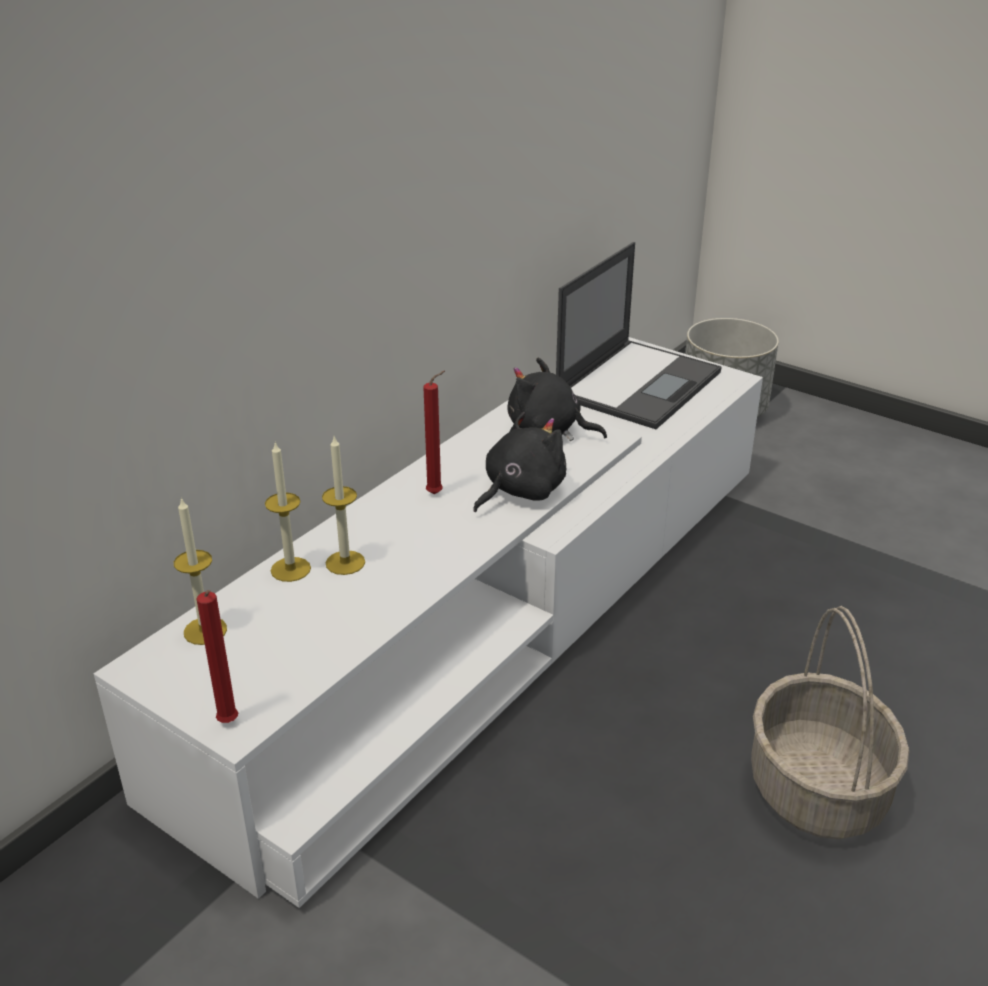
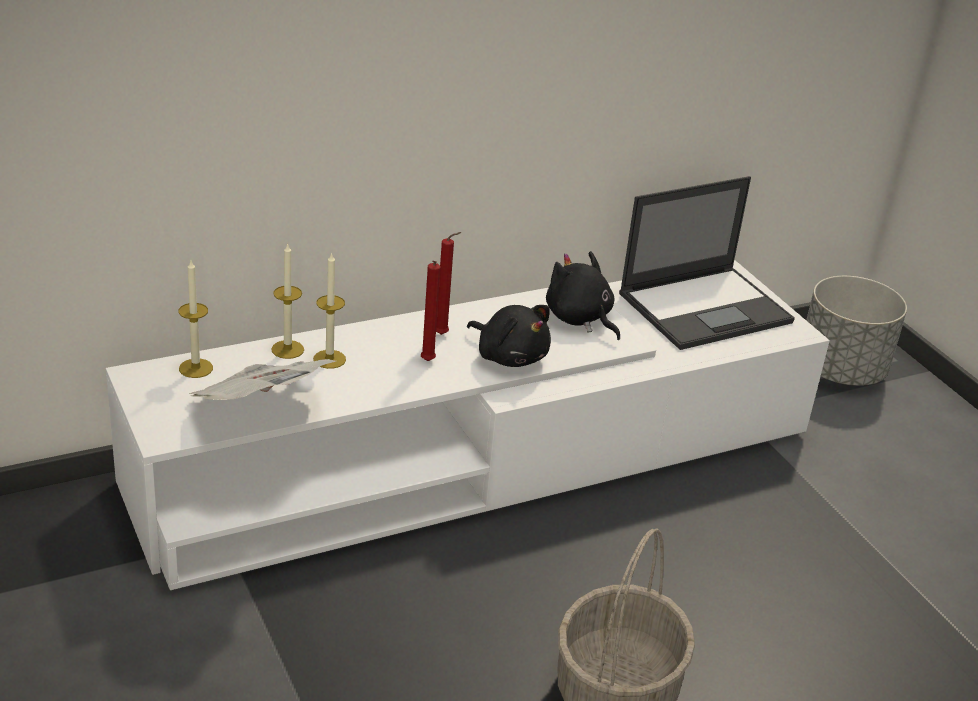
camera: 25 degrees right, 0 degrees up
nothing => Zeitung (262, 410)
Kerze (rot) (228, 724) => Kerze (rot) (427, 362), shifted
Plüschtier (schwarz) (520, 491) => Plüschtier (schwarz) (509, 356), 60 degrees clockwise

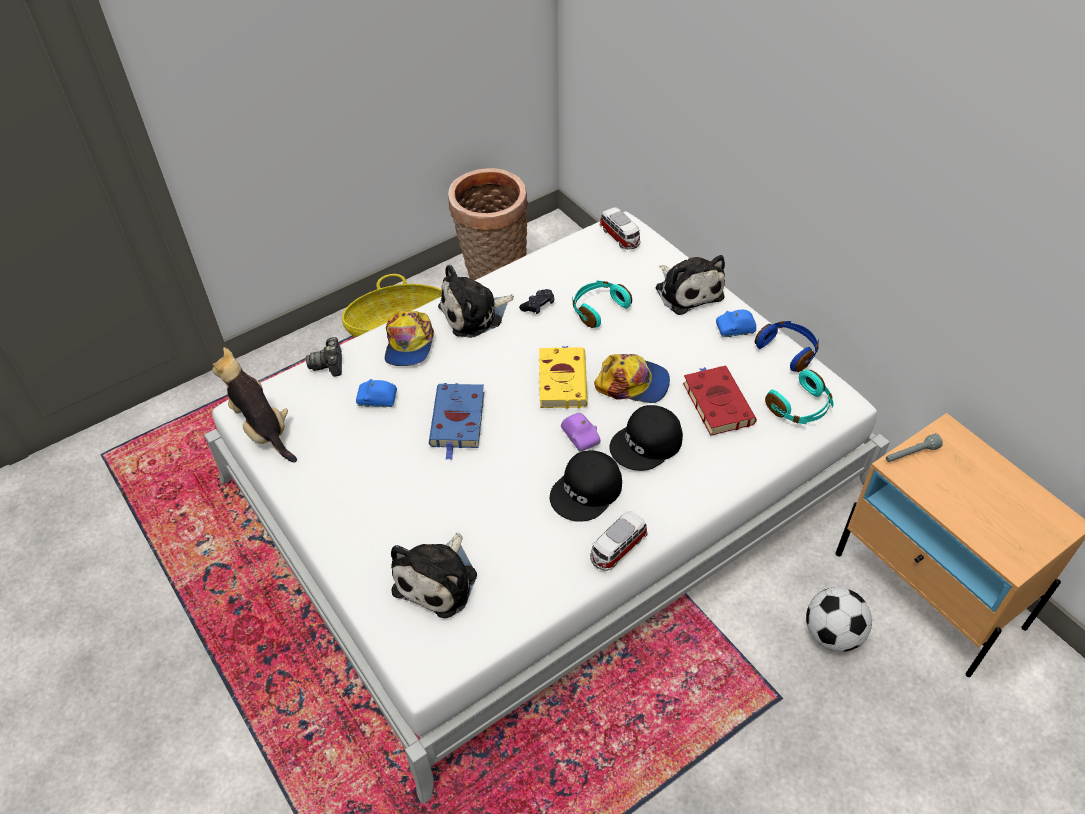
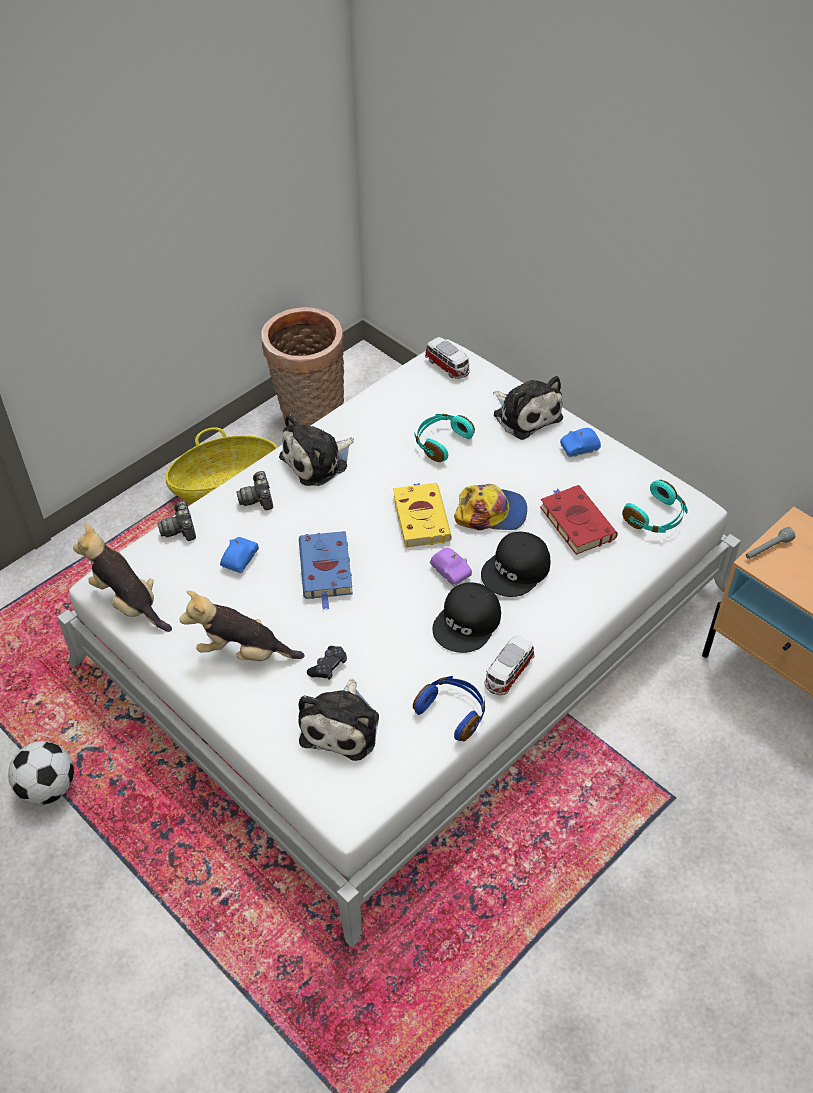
camera: 10 degrees left, 0 degrees up
Fußball (832, 634) => Fußball (48, 788), shifted
nothing => Plüschtier (243, 652)
Spielzeugauto (blau) (377, 400) => Spielzeugauto (blau) (239, 559), 120 degrees clockwise
Kappe (409, 343) => Kamera (258, 498)
Gamepad (schwarz) (538, 305) => Gamepad (schwarz) (328, 666), shifted
Kopfhörer (blau) (788, 351) => Kopfhörer (blau) (452, 712), shifted

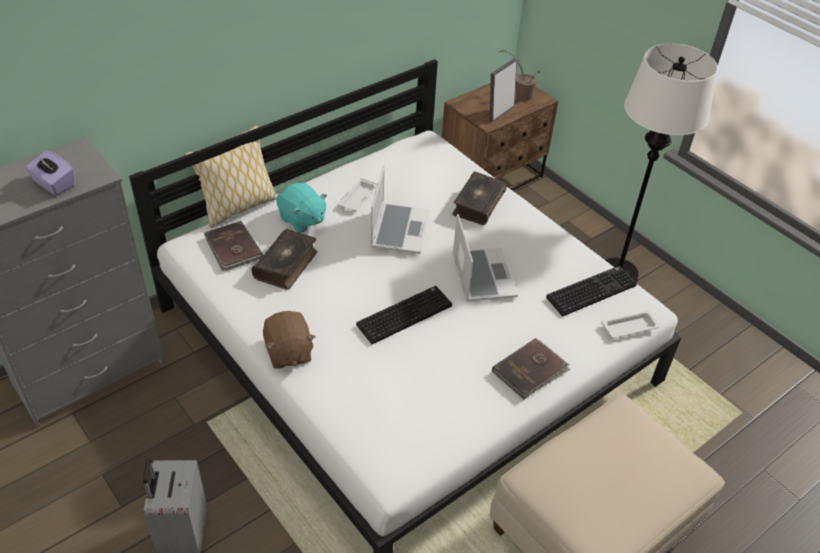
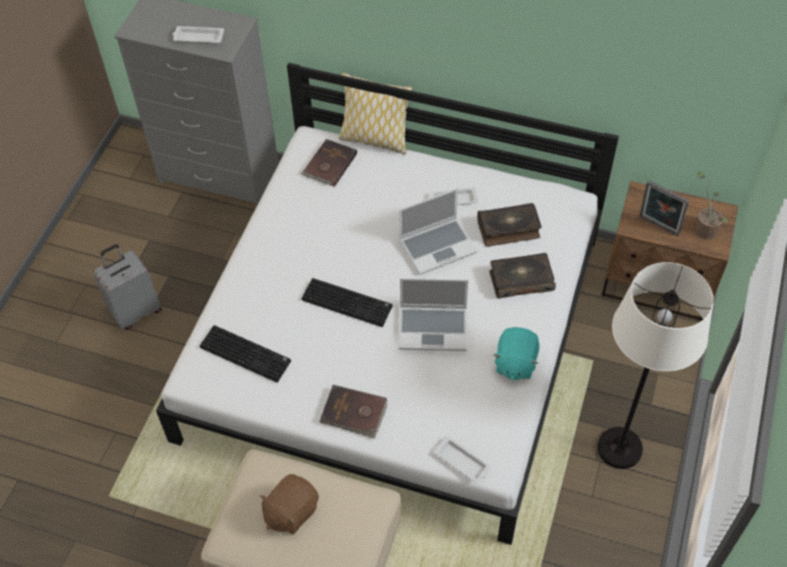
camera: 60 degrees right, 10 degrees up
Taschentuchbox (lila) (54, 184) => Tablett (weiß) (198, 38)
Tastatur (591, 290) => Tastatur (247, 353), shifted
Plüschtier (braun) (288, 352) => Plüschtier (braun) (291, 511), shifted
Laptop (482, 275) => Laptop (434, 328), 45 degrees clockwise
Buch (286, 265) => Buch (508, 229), shifted
Plüschtier (türkis) (302, 220) => Plüschtier (türkis) (515, 363), shifted
Bilderrahmen (500, 112) => Bilderrahmen (658, 227), 150 degrees counterclockwise

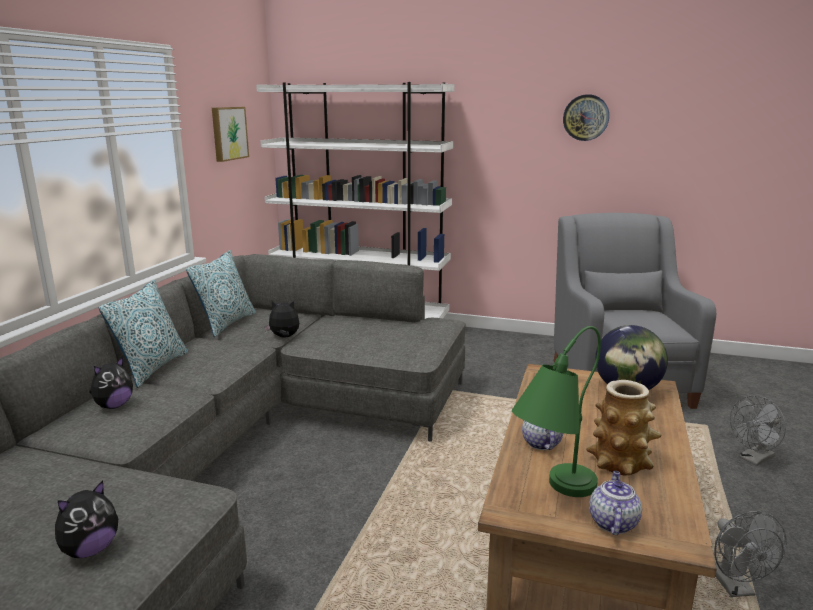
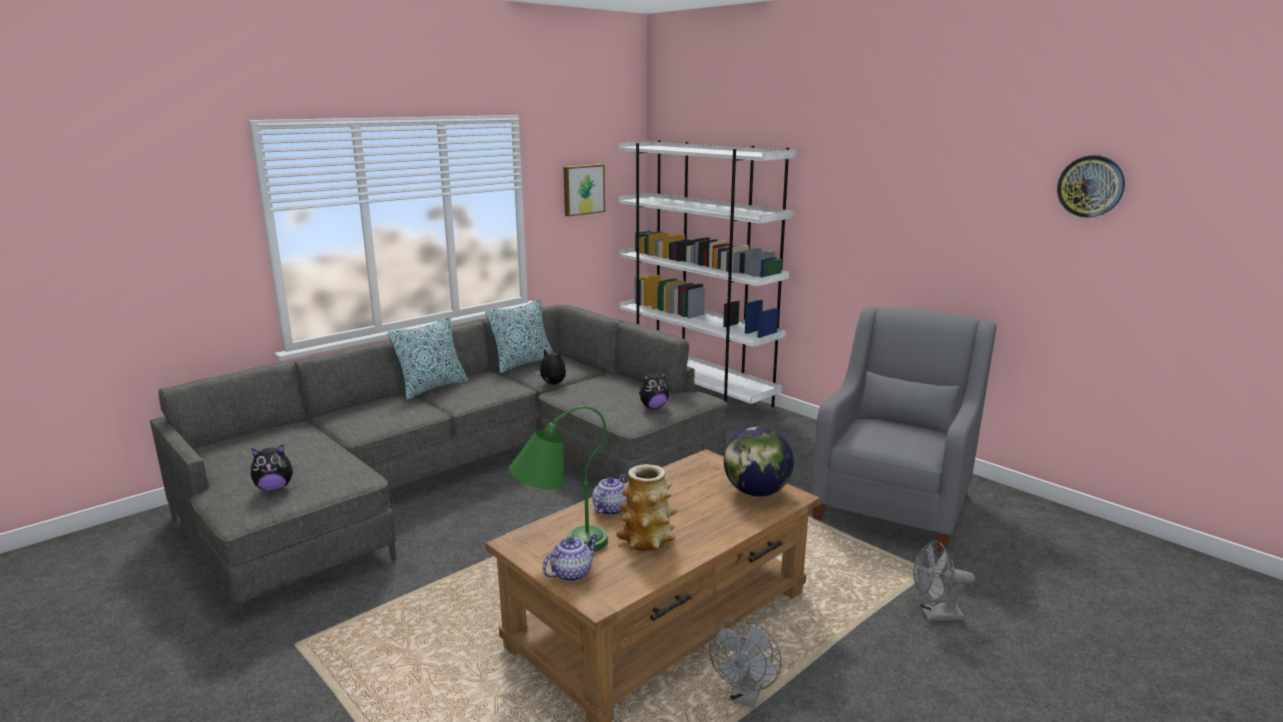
camera: 30 degrees right, 0 degrees up
Plüschtier (114, 406) => Plüschtier (653, 407), shifted
Wanduhr (586, 117) => Wanduhr (1090, 186), shifted

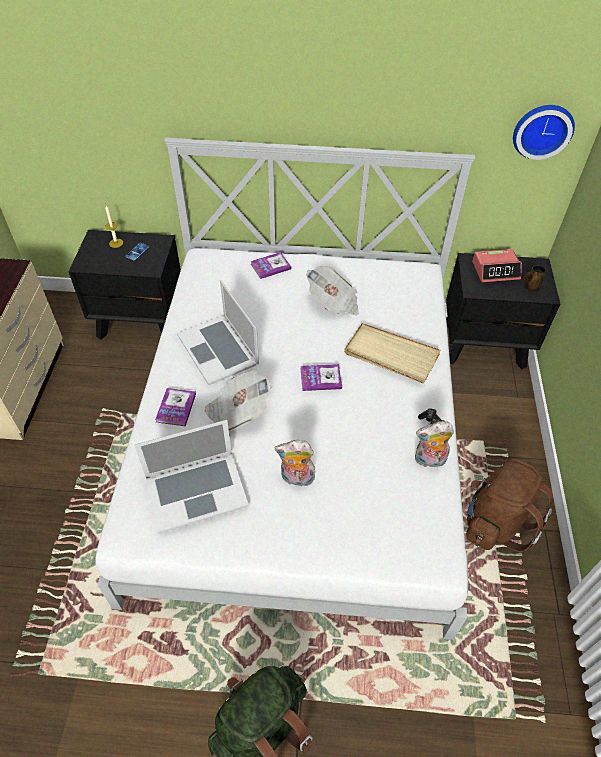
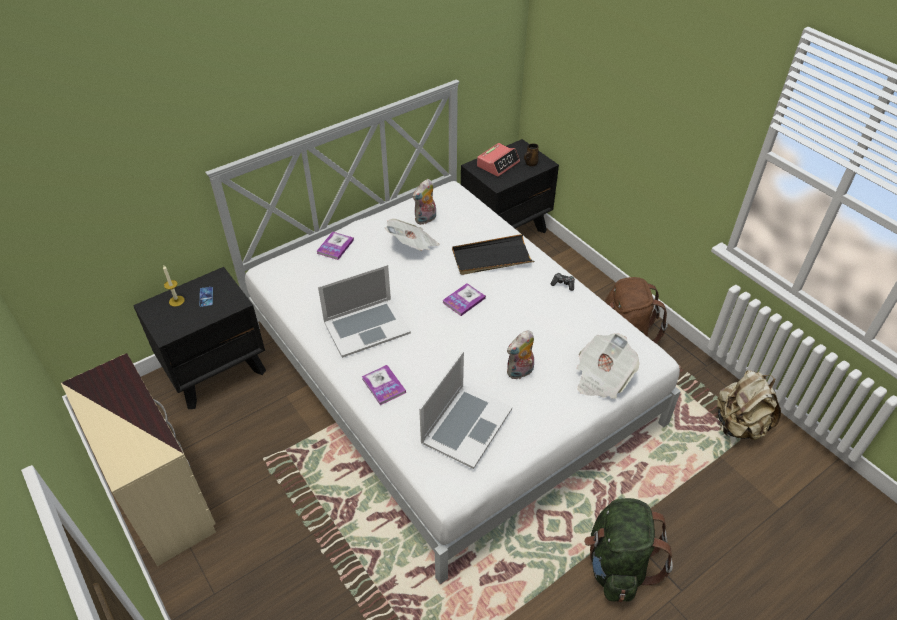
camera: 40 degrees left, 5 degrees down
Laptop (218, 349) => Laptop (366, 327), 45 degrees counterclockwise
Plüschtier (429, 461) => Plüschtier (425, 219), shifted
Tablett (beige) (390, 355) => Tablett (schwarz) (491, 257)
Zeitung (238, 412) => Zeitung (602, 377), shifted
nothing => Rucksack (beige) (739, 425)
Wanduhr (542, 130) => nothing

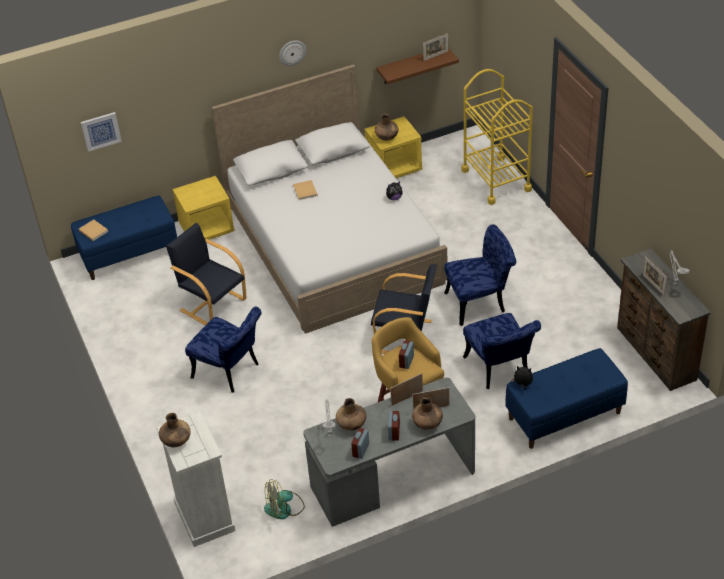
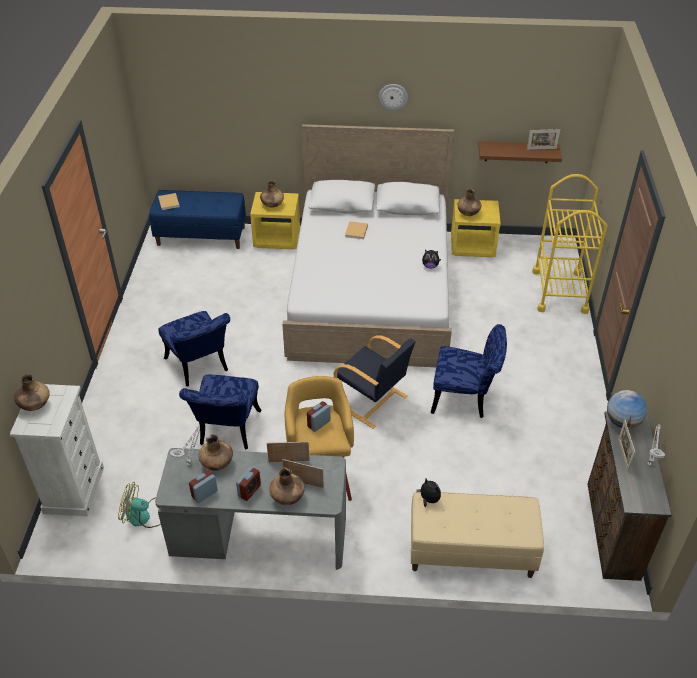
camera: 25 degrees right, 0 degrees up
Stuhl (blau) (499, 370) => Stuhl (blau) (227, 432), shifted
nothing => Vase (braun) (272, 205)
Bank (blau) (564, 416) => Bank (beige) (470, 552)
nothing => Globus (622, 422)
Bild (101, 131) => nothing
Sessel (schwarz) (212, 304) => nothing

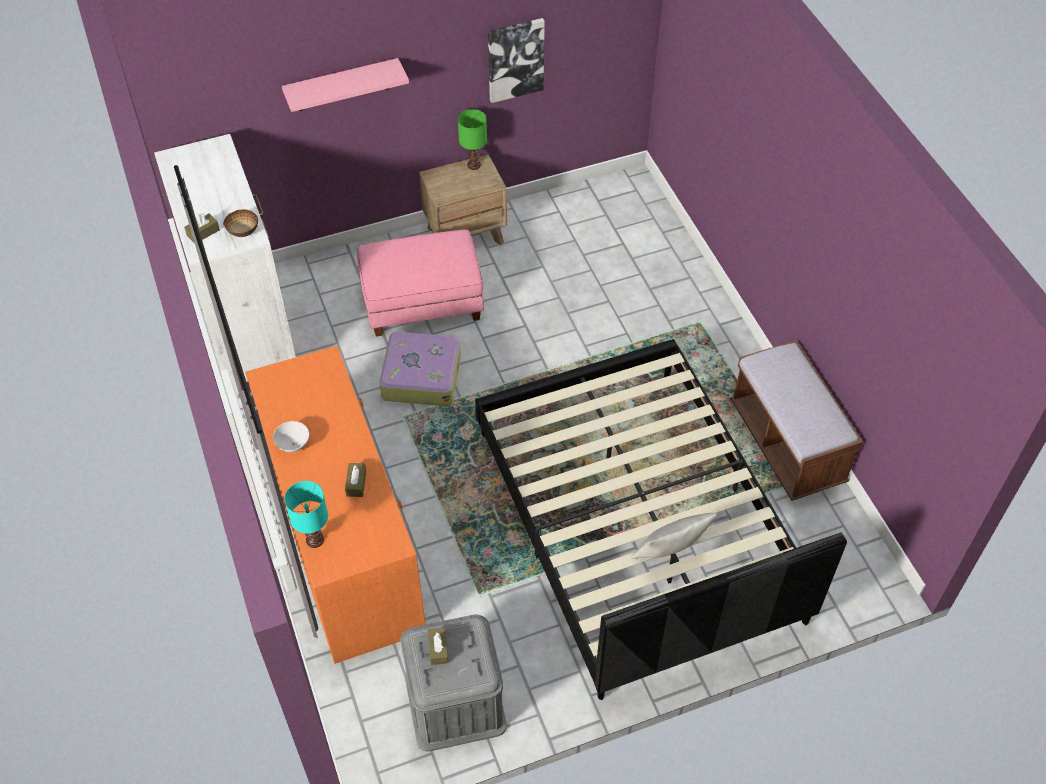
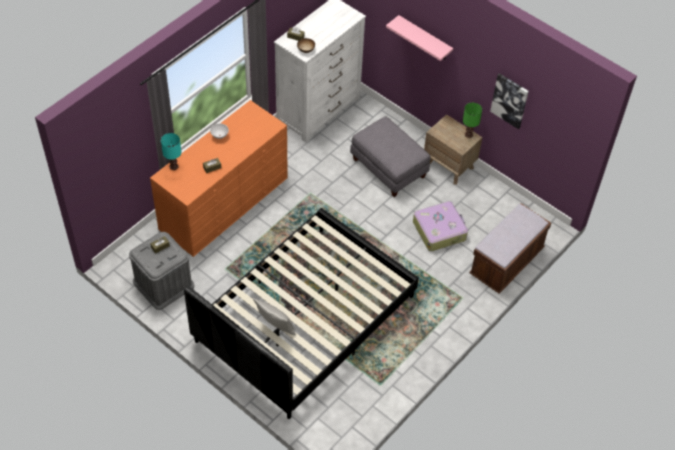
camera: 60 degrees right, 0 degrees up
Polsterhocker (rosa) (423, 302) => Polsterhocker (grau) (389, 168)
Koffer (421, 376) => Koffer (439, 230), shifted
Bank (braun) (786, 444) => Bank (braun) (506, 263), shifted

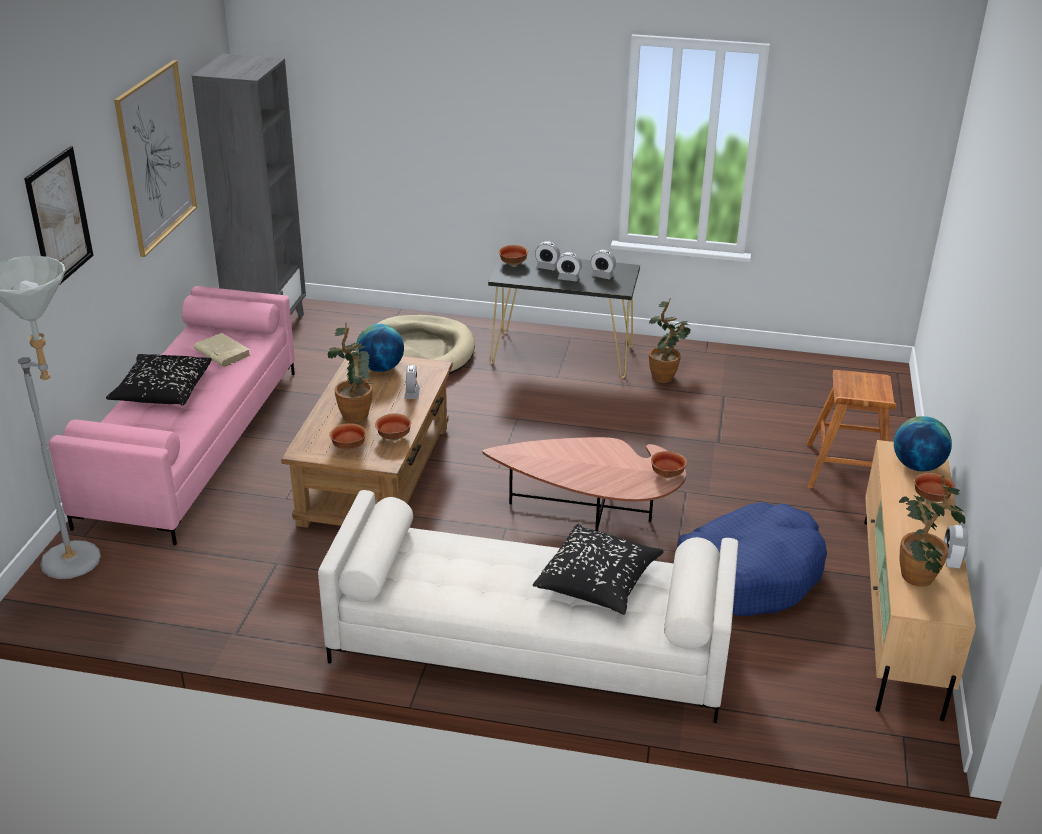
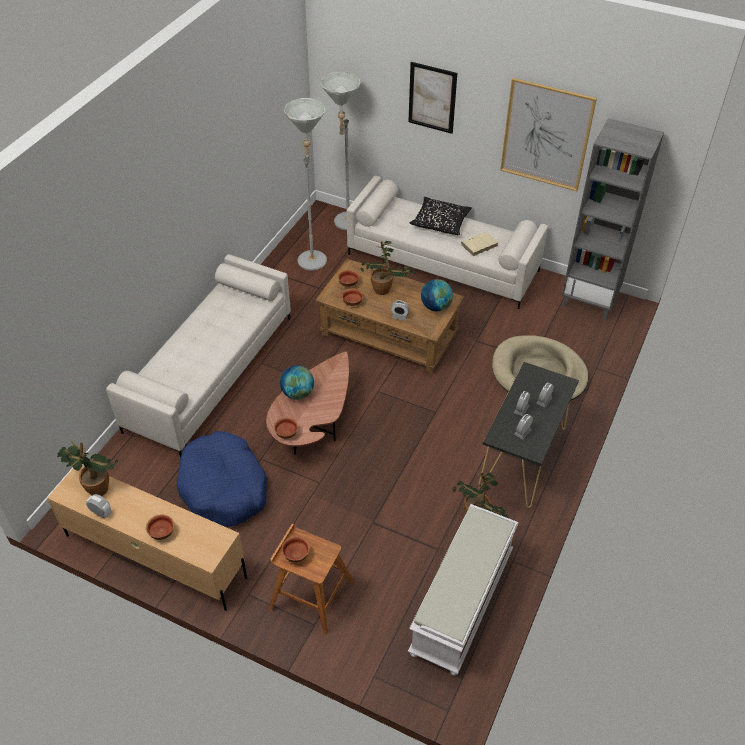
camera: 105 degrees right, 15 degrees up
Globus (917, 466) => Globus (298, 393), shifted
Schüssel (513, 264) => Schüssel (295, 555), shifted
nothing => Stehlampe (grau) (313, 256)
Sofa (rosa) (192, 444) => Sofa (weiß) (443, 262)
nothing => Bank (weiß) (462, 604)
Kissen (schwarz) (598, 581) => nothing

